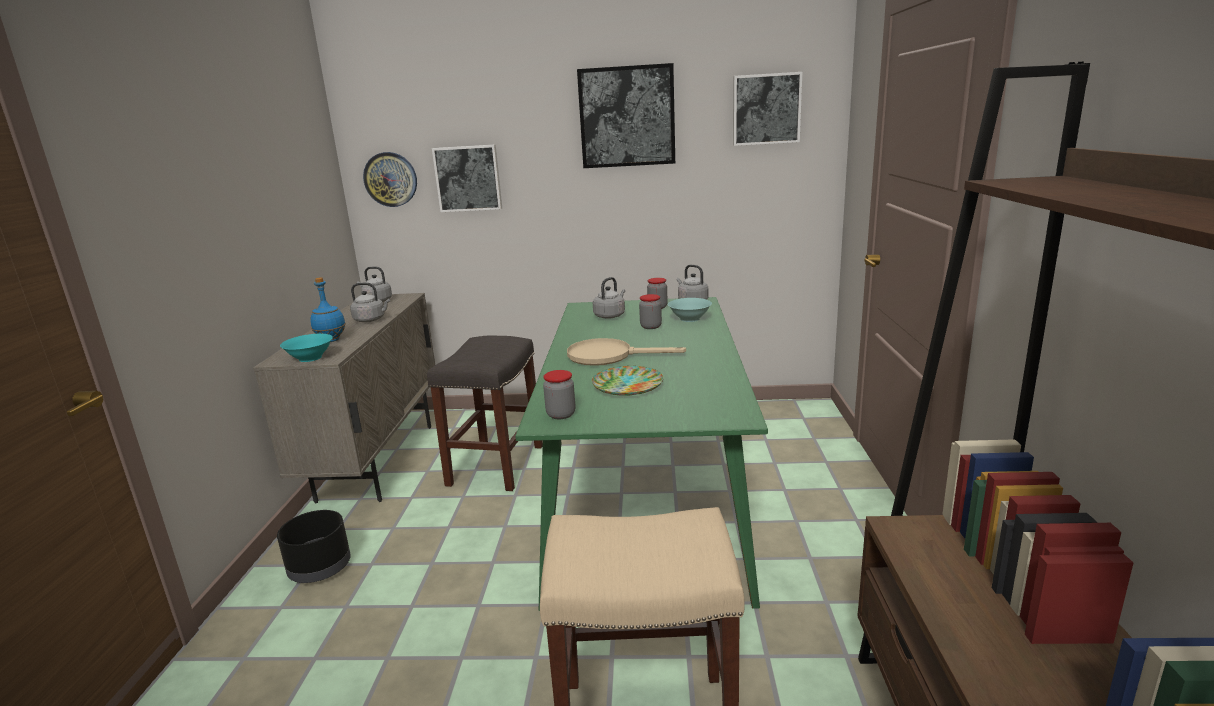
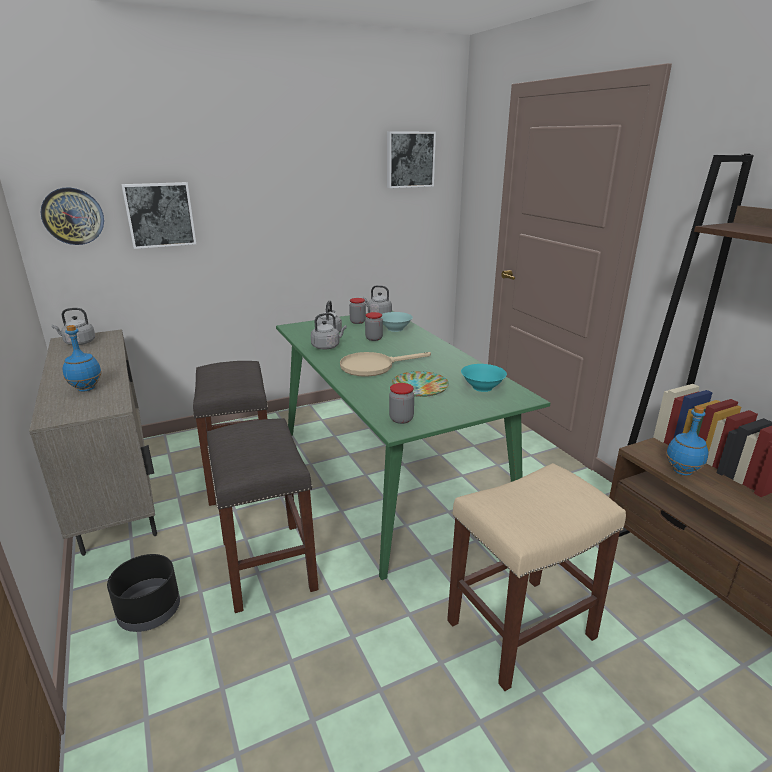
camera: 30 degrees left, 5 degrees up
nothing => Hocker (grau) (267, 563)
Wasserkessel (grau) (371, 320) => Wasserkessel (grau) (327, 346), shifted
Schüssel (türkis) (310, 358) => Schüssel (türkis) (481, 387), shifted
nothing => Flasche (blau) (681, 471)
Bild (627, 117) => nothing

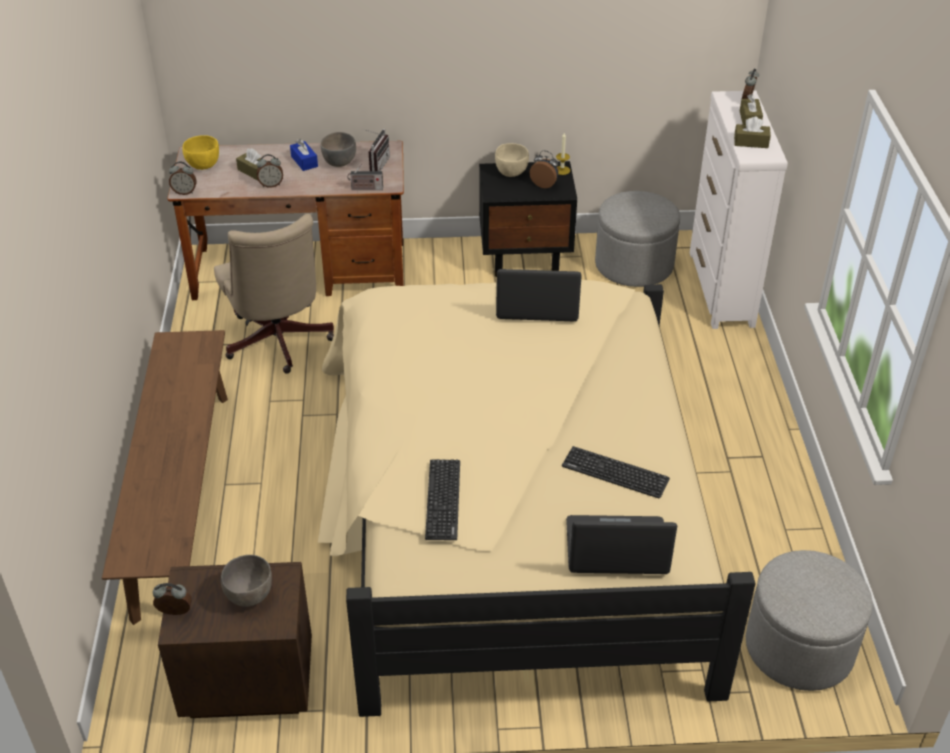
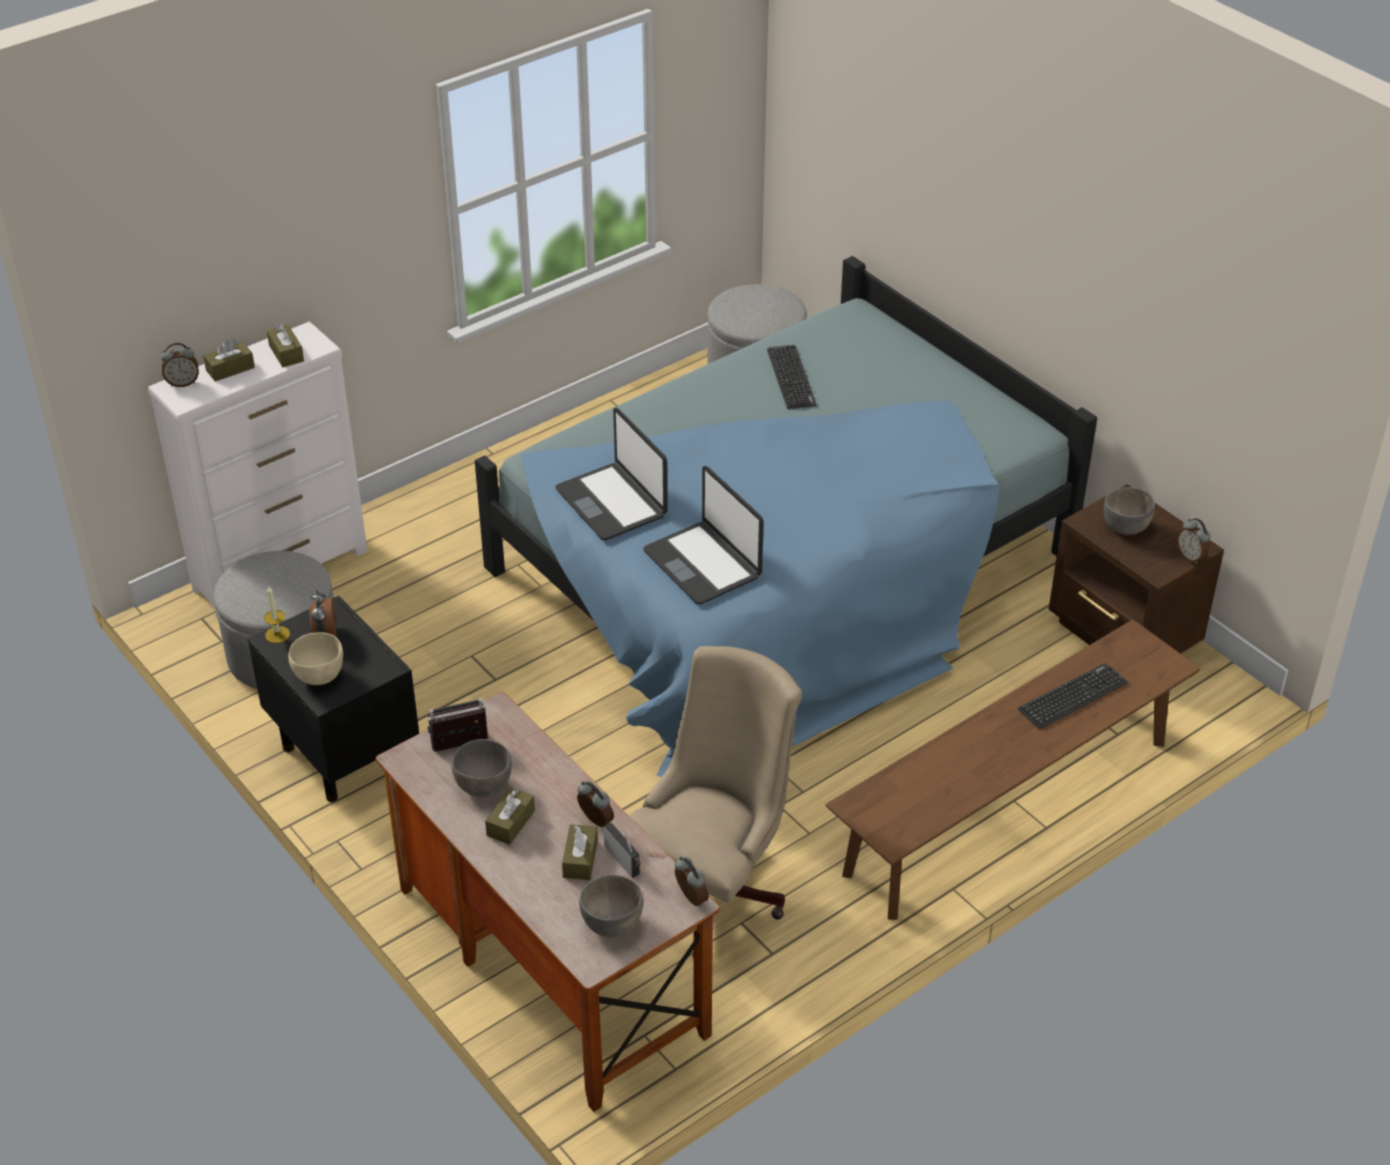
camera: 125 degrees left, 0 degrees up
Bett (beige) (507, 512) => Bett (blau) (780, 577)
Taschentuchbox (blau) (304, 161) => Taschentuchbox (braun) (510, 823)
Schüssel (gelb) (203, 165) => Schüssel (grau) (612, 924)
Radio (365, 188) => Radio (624, 861), shifted
Laptop (616, 549) => Laptop (703, 564), shifted
Tastatur (443, 499) => Tastatur (1072, 696), shifted

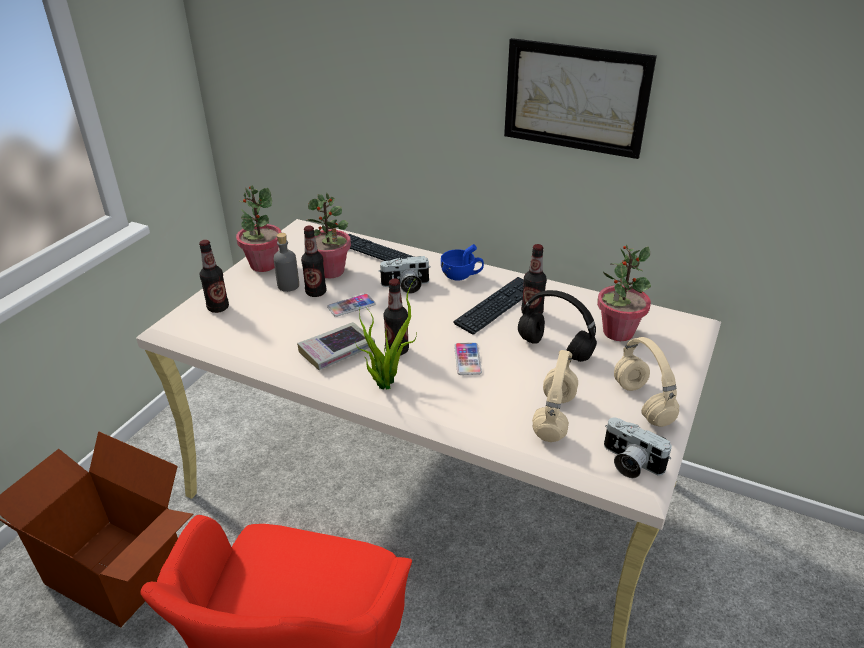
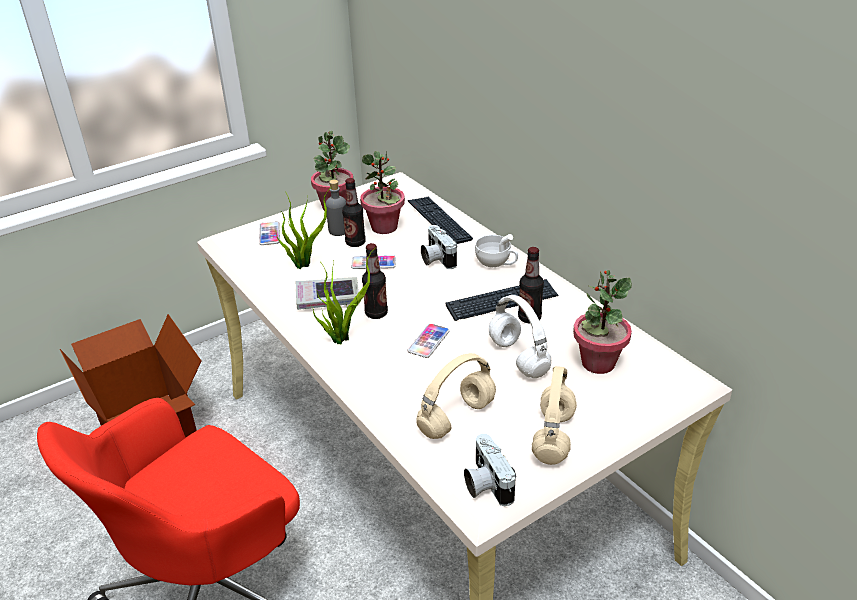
camera: 30 degrees right, 0 degrees up
Flasche (218, 308) => Handy (269, 234)
nothing => Topfpflanze (304, 263)
Kamera (406, 286) => Kamera (436, 259), 45 degrees clockwise
Tasse (blau) (461, 275) => Tasse (weiß) (496, 263)
Kopfhörer (schwarz) (553, 348) => Kopfhörer (weiß) (517, 357)
Bild (575, 98) => nothing

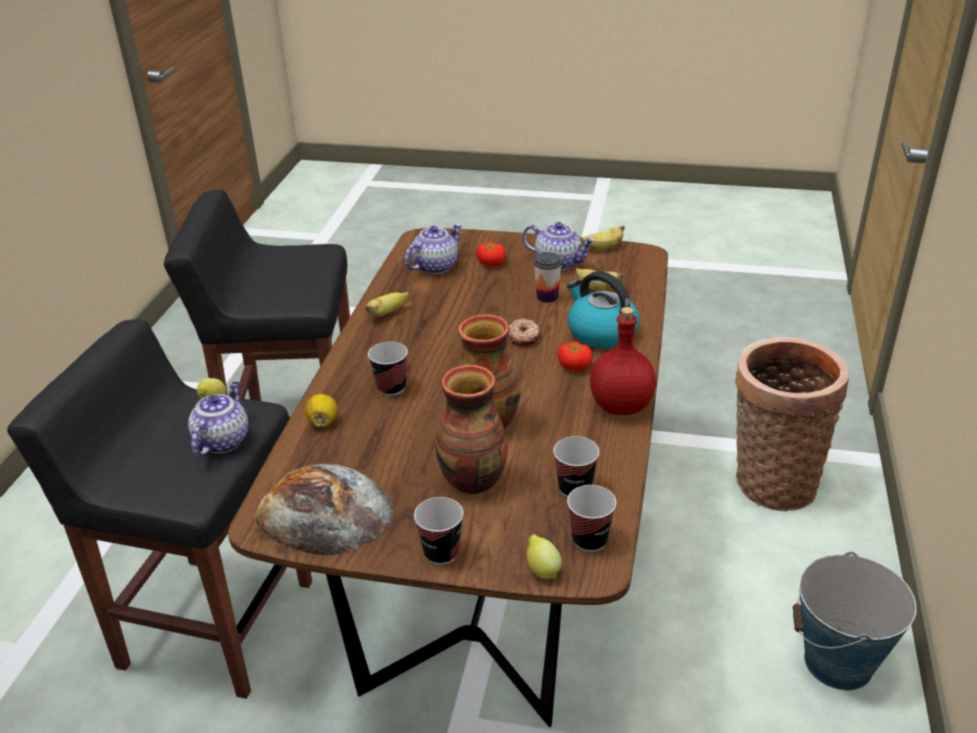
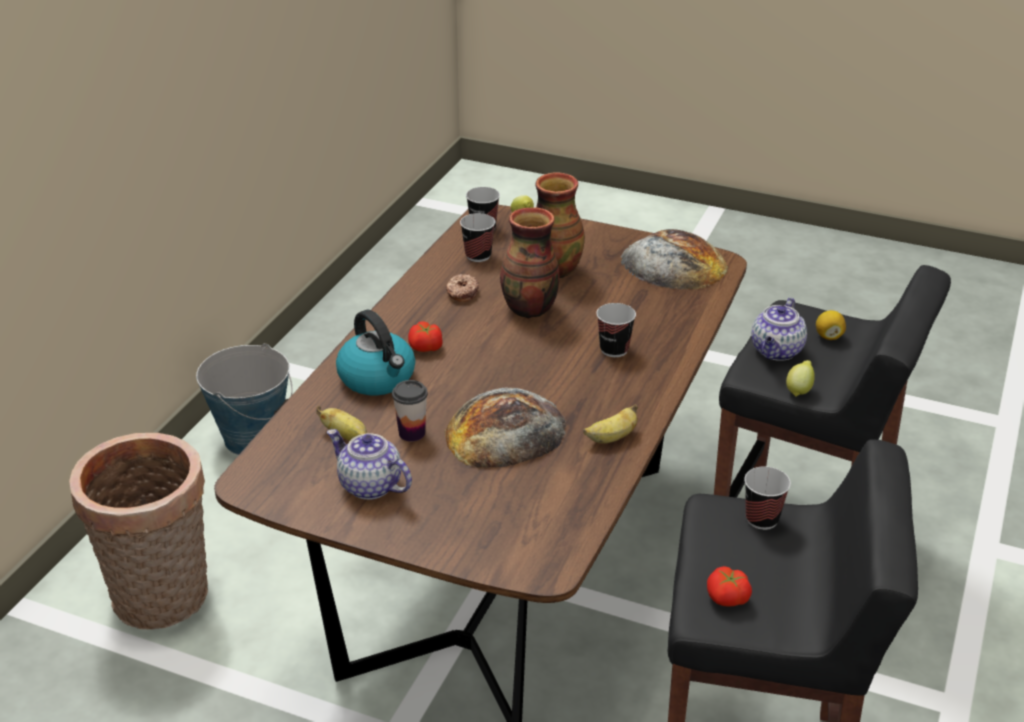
camera: 170 degrees left, 0 degrees up
nothing => Brot (505, 431)
Donut (524, 337) => Donut (461, 293), shifted
Tomate (491, 262) => Tomate (727, 598), shifted
Tasse (441, 552) => Tasse (762, 519), shifted
Zitrone (323, 422) => Zitrone (828, 336), shifted
Teekanne (435, 266) => nothing
Banane (603, 248) => nothing
Flasche (rot) (621, 405) => nothing

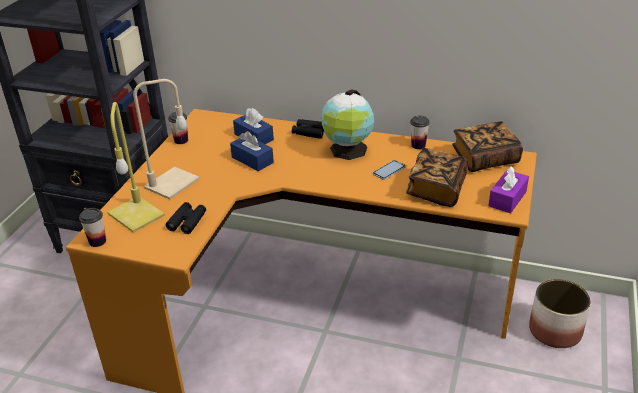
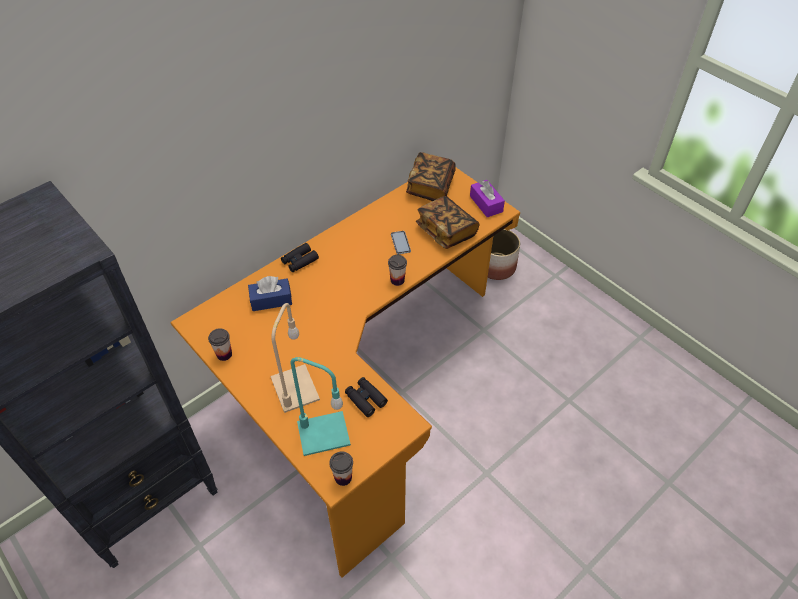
camera: 60 degrees left, 15 degrees up
Tischlampe (gelb) (134, 214) => Tischlampe (türkis) (322, 434)
Tasse (418, 145) => Tasse (397, 280), shifted
Taschentuchbox (blau) (252, 160) => nothing
Globus (348, 151) => nothing

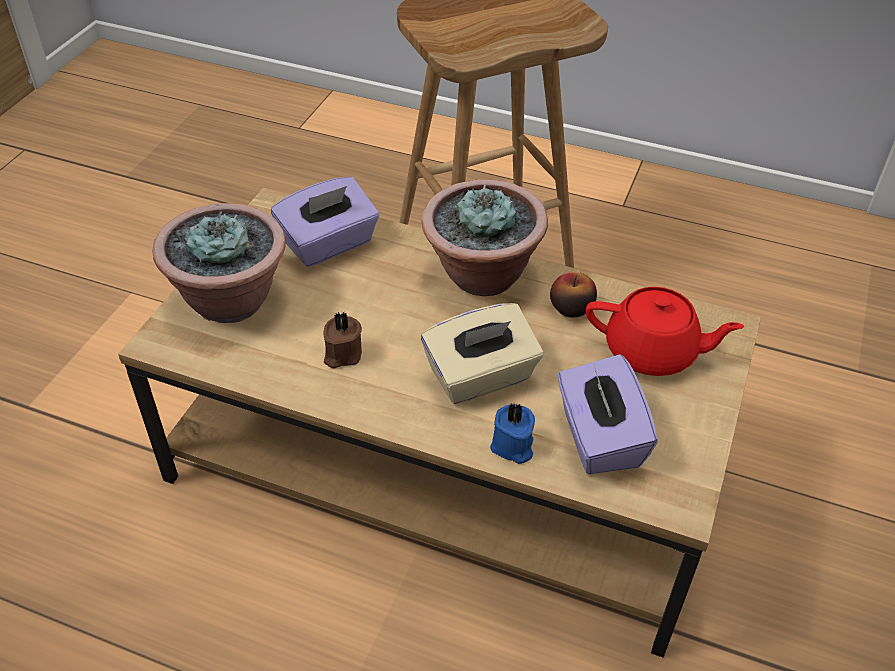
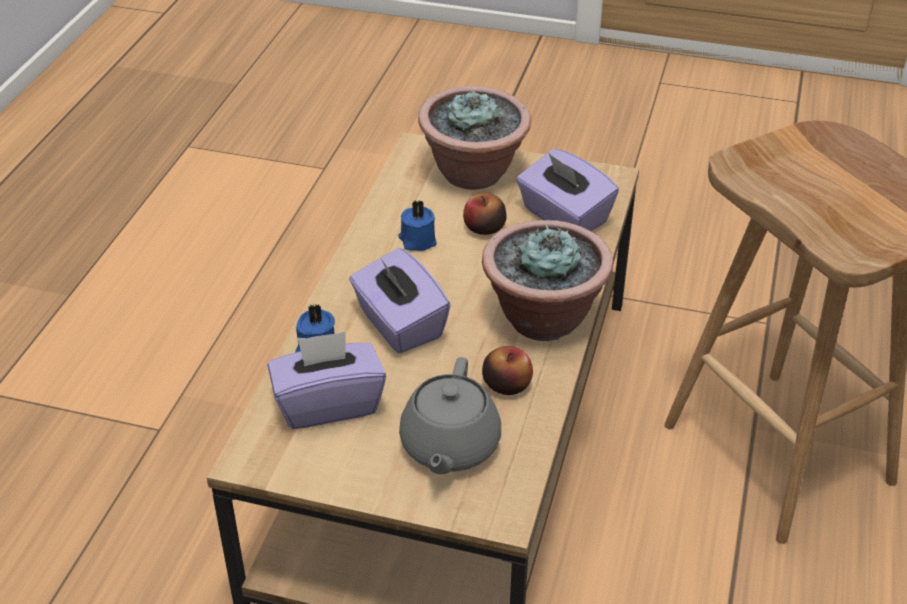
camera: 85 degrees right, 5 degrees down
Taschentuchbox (beige) (481, 377) => Taschentuchbox (lila) (399, 324)
Kerze (braun) (342, 354) => Kerze (blau) (417, 240)
Teekanne (rot) (652, 352) => Teekanne (grau) (449, 446)
nothing => Apfel (484, 228)

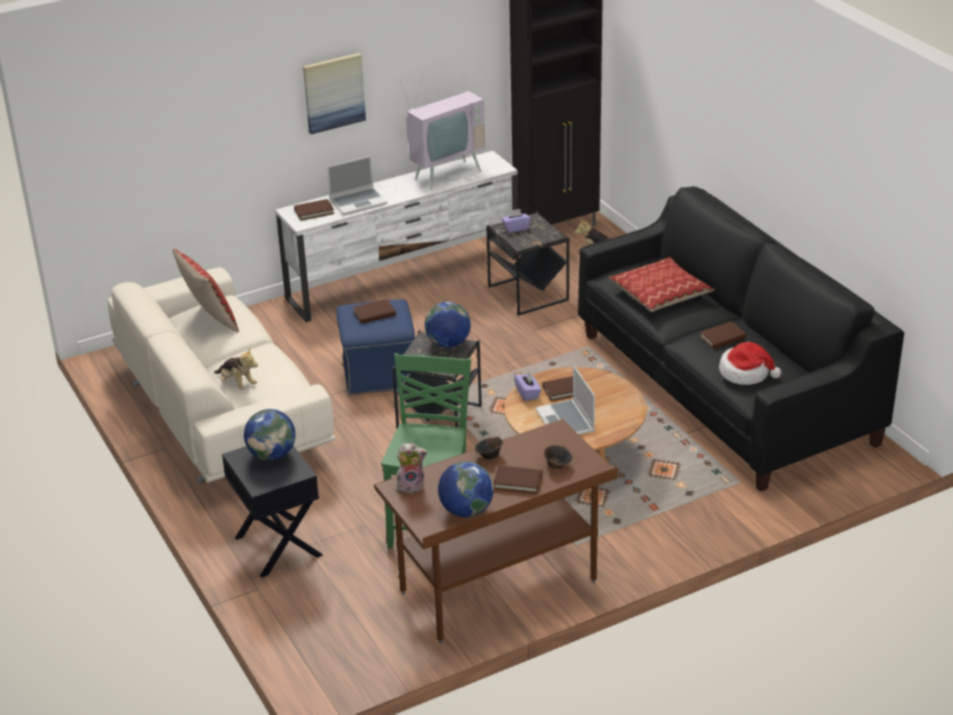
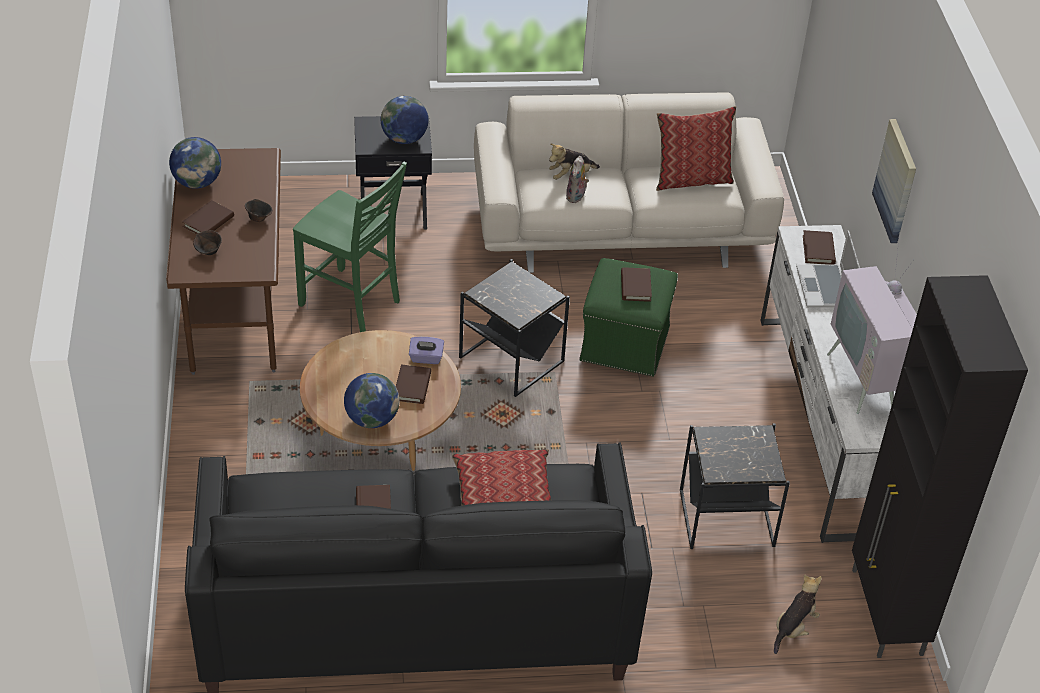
camera: 110 degrees right, 10 degrees up
Globus (448, 344) => Globus (372, 419), shifted
Plüschtier (411, 485) => Plüschtier (576, 197), shifted
Polsterhocker (blau) (378, 373) => Polsterhocker (grün) (625, 343)
Taschentuchbox (lila) (516, 228) => nothing
Laptop (566, 421) => nothing
Hut (745, 373) => nothing

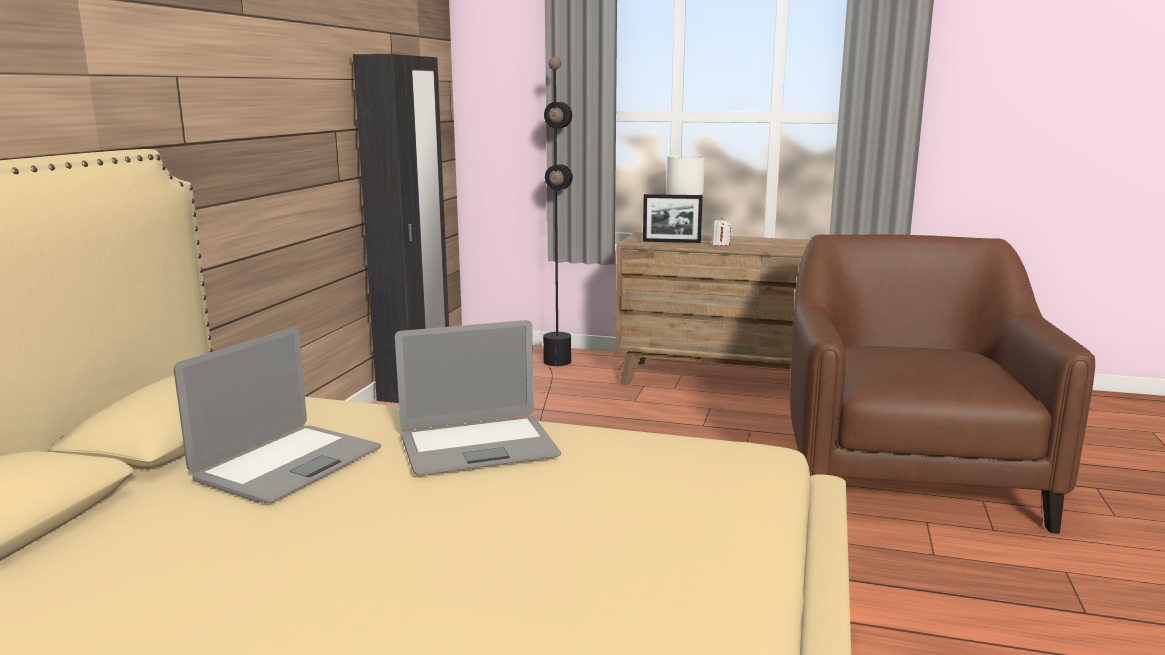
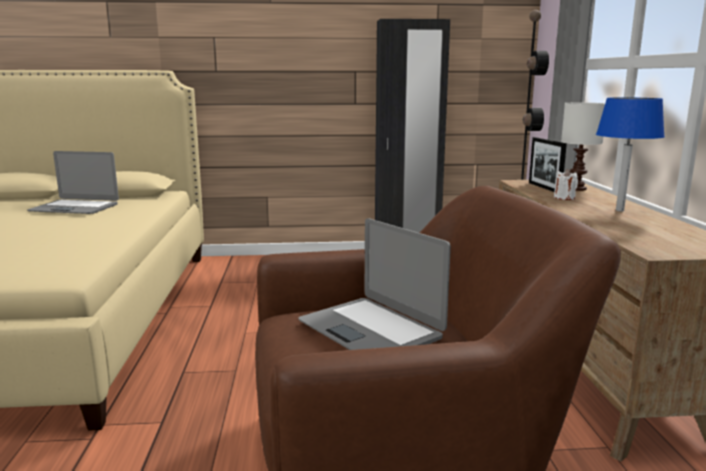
camera: 70 degrees right, 0 degrees up
Laptop (478, 447) => Laptop (371, 330), shifted
nothing => Tischlampe (blau) (619, 210)

